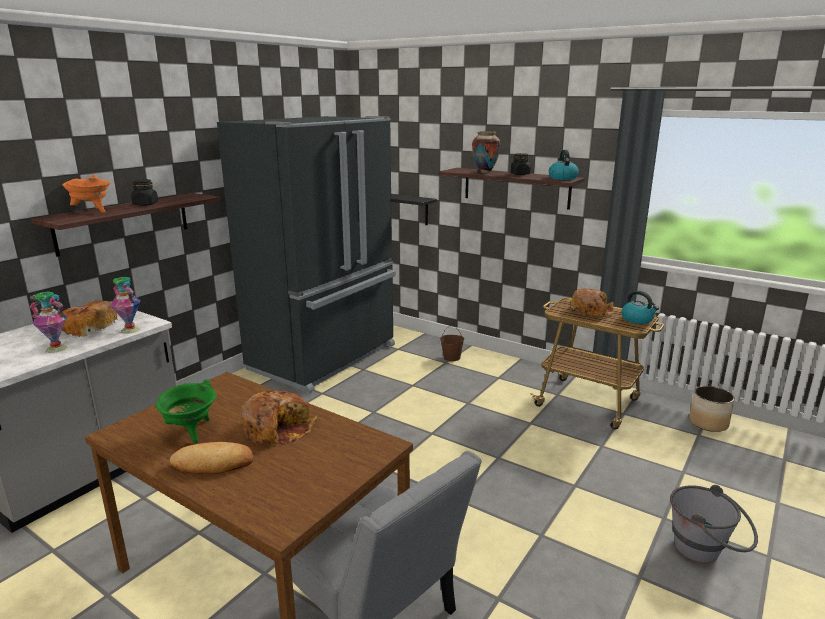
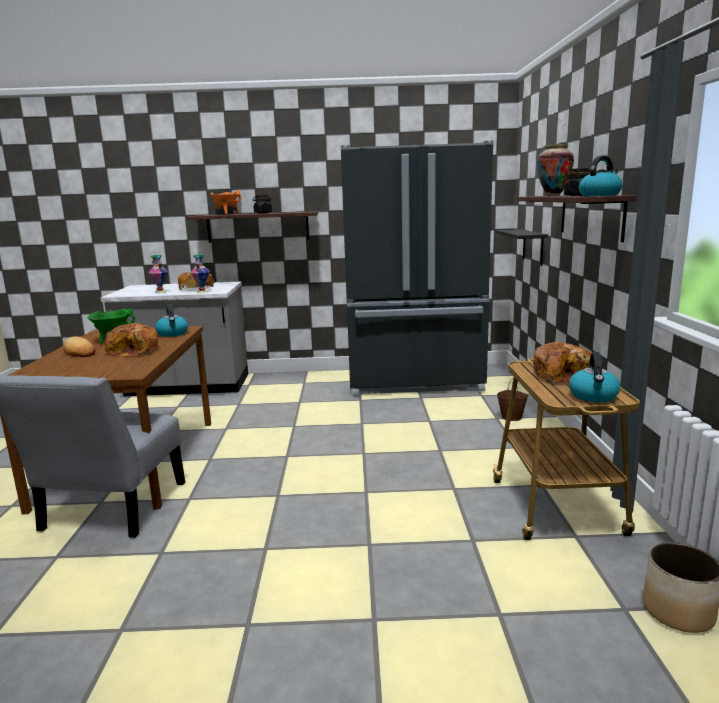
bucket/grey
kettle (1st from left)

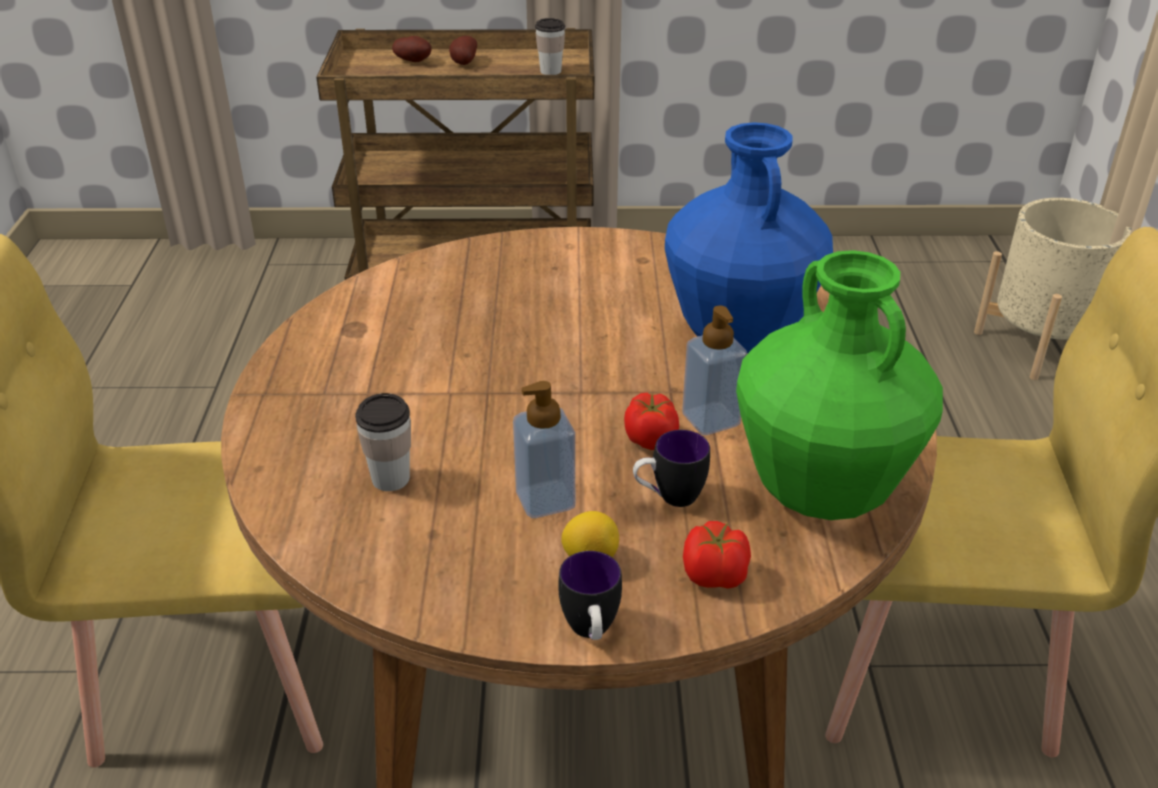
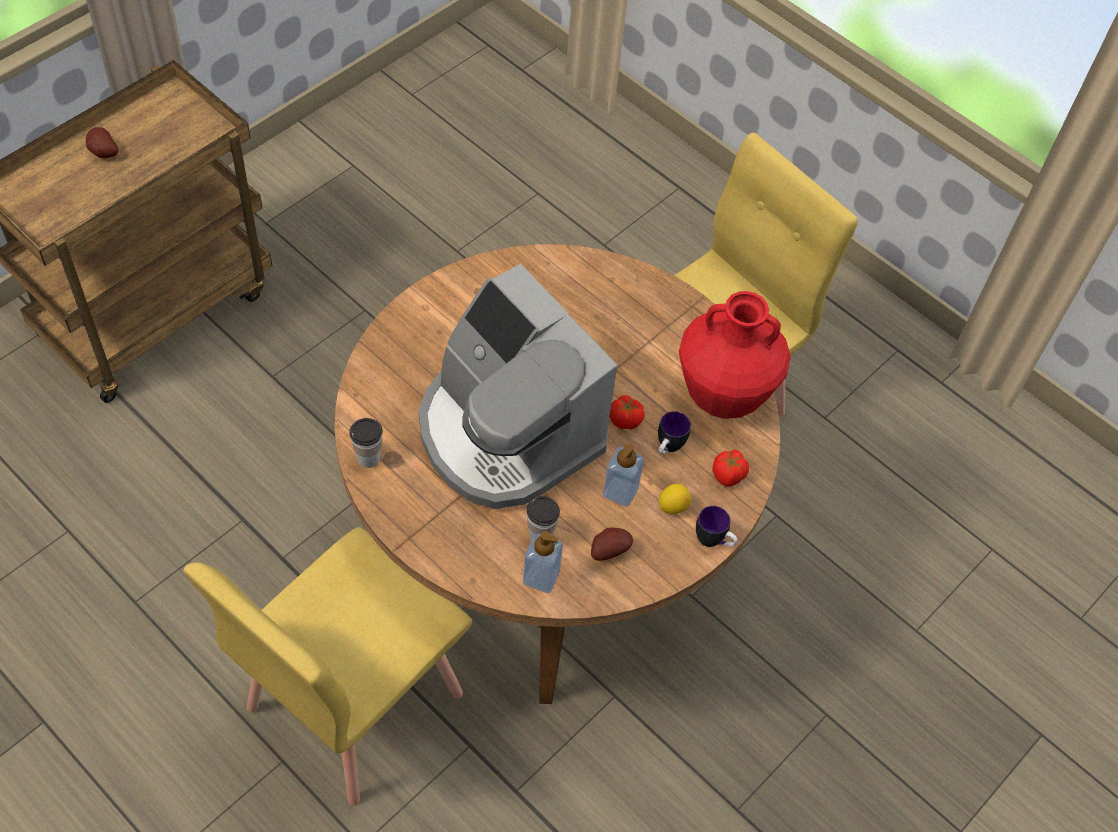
vase/blue
planter/beige
coffee machine
potato (2nd from left)
cup (1st from left)
soap dispenser (1st from left)
vase/red

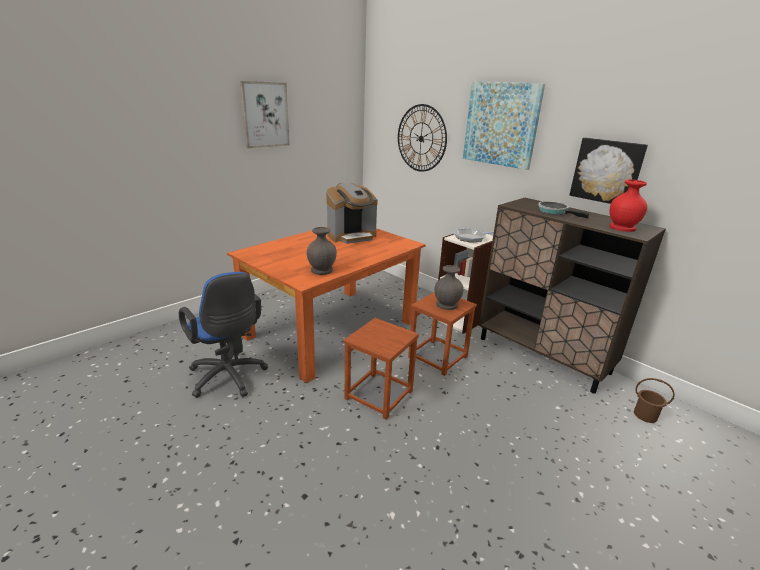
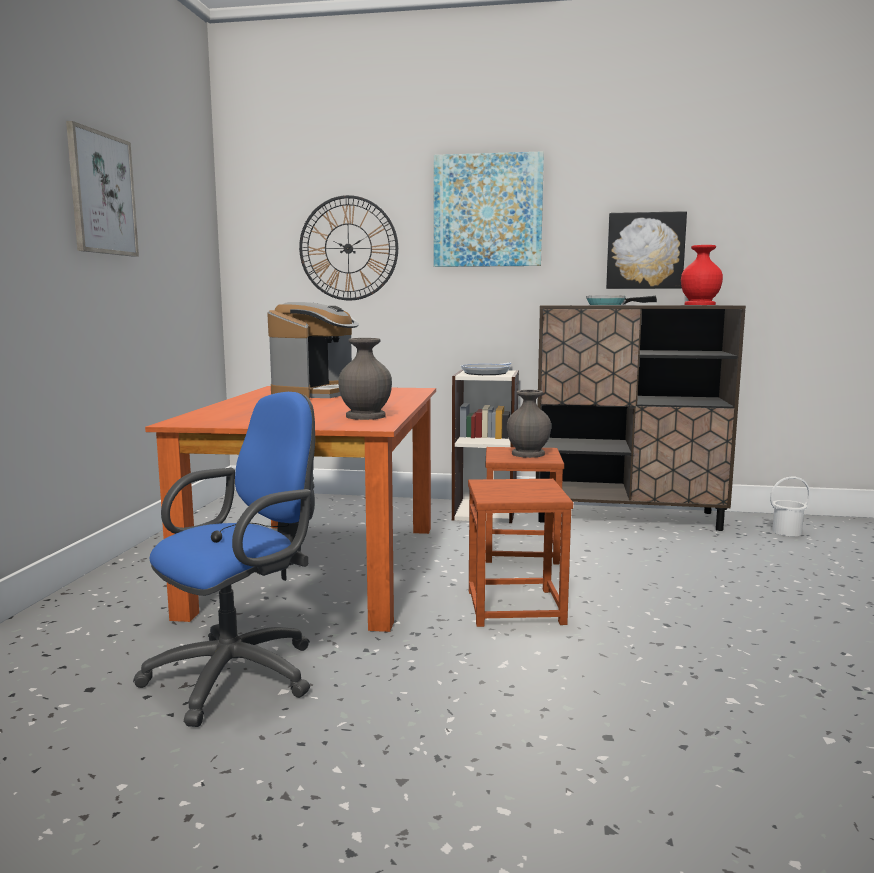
bucket/white
office chair/blue

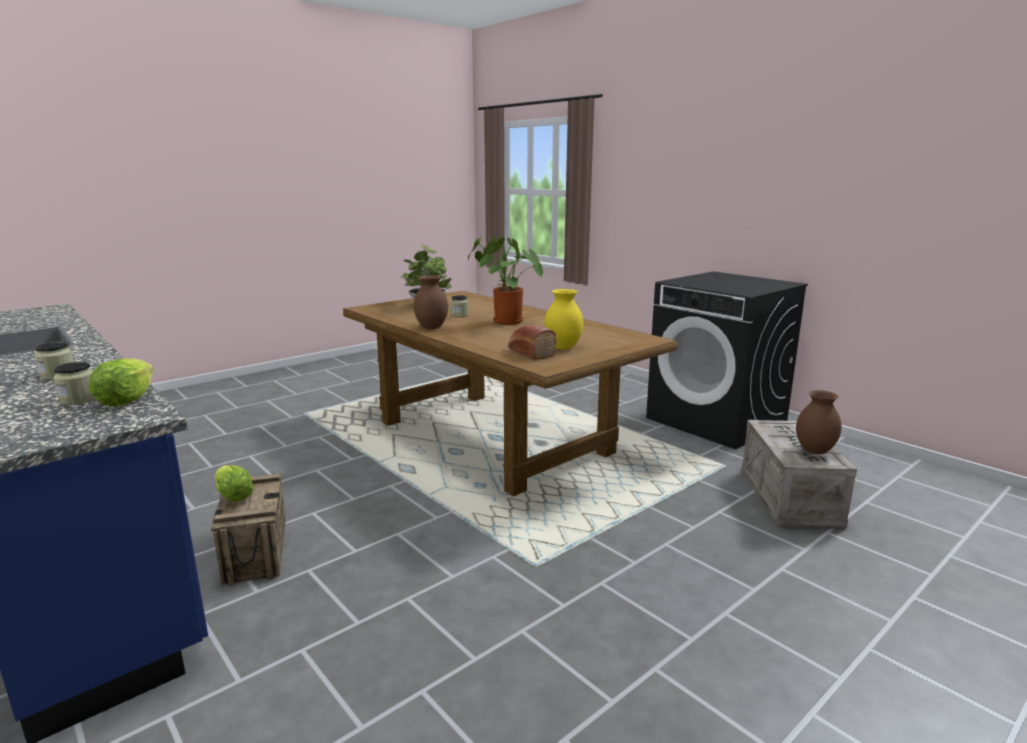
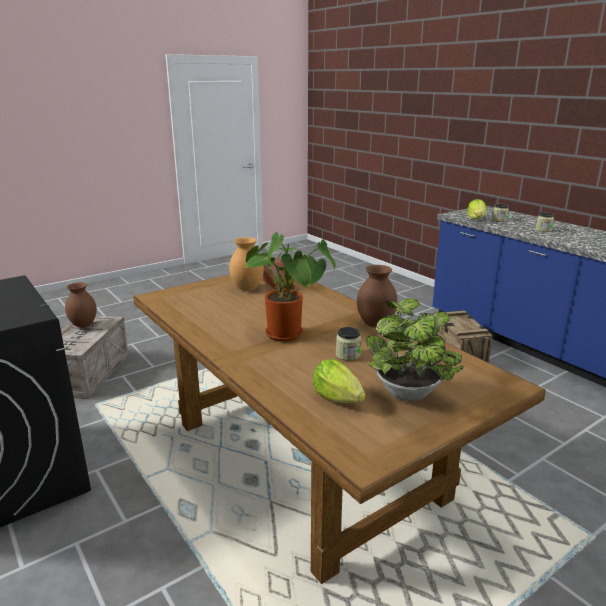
lettuce (1st from left)
vase/brown (2nd from left)

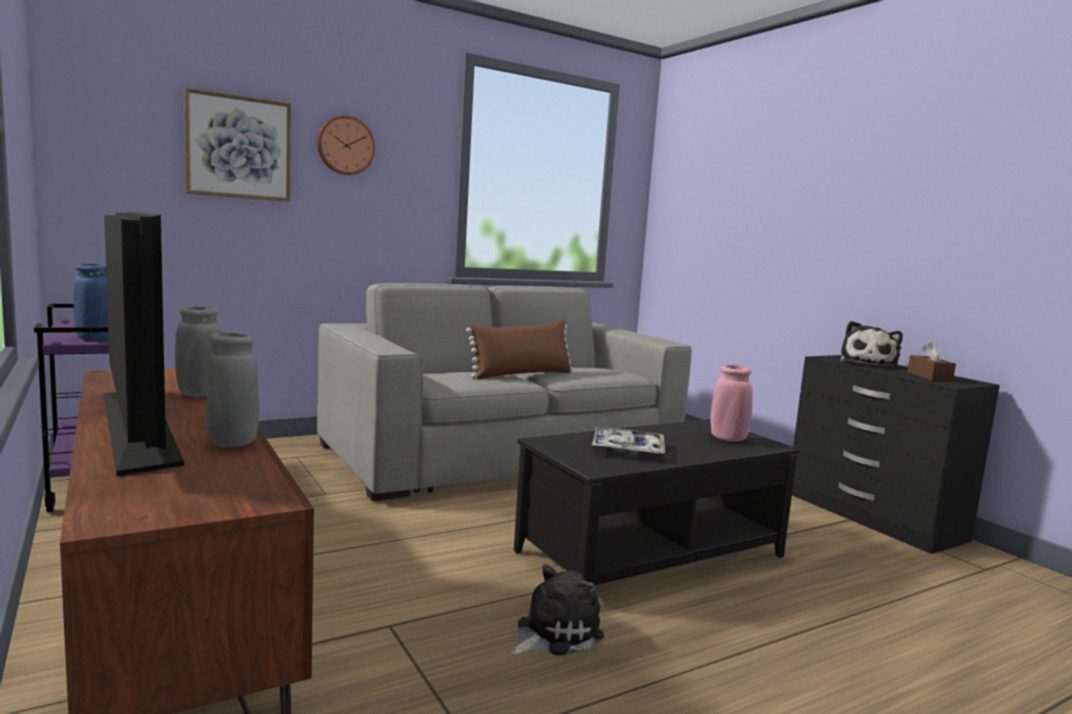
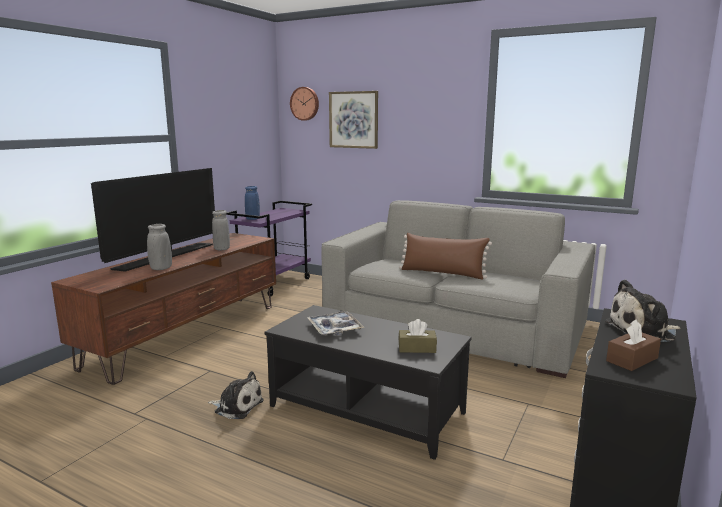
wall clock
tissue box/brown (1st from left)

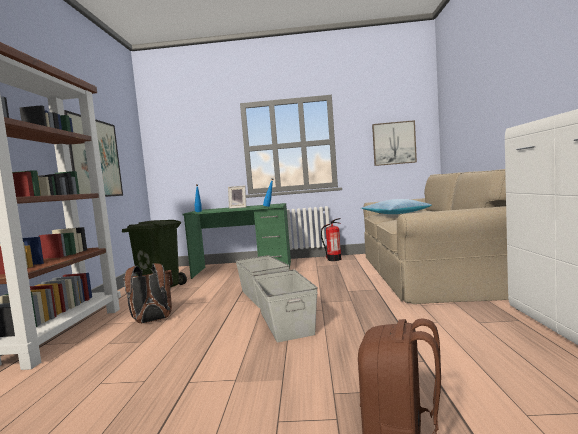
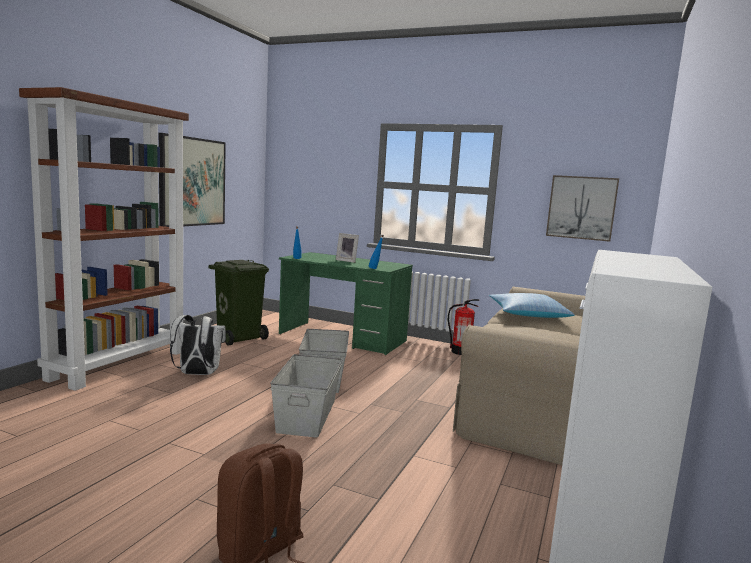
backpack/white

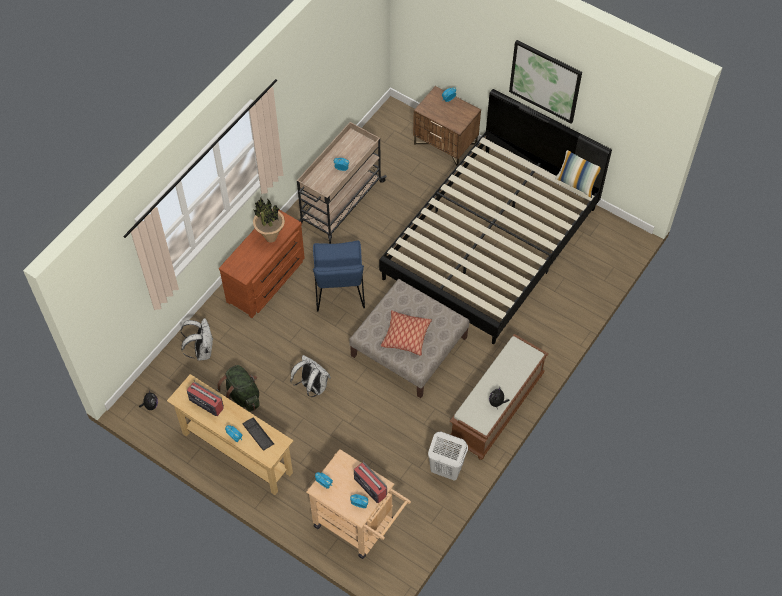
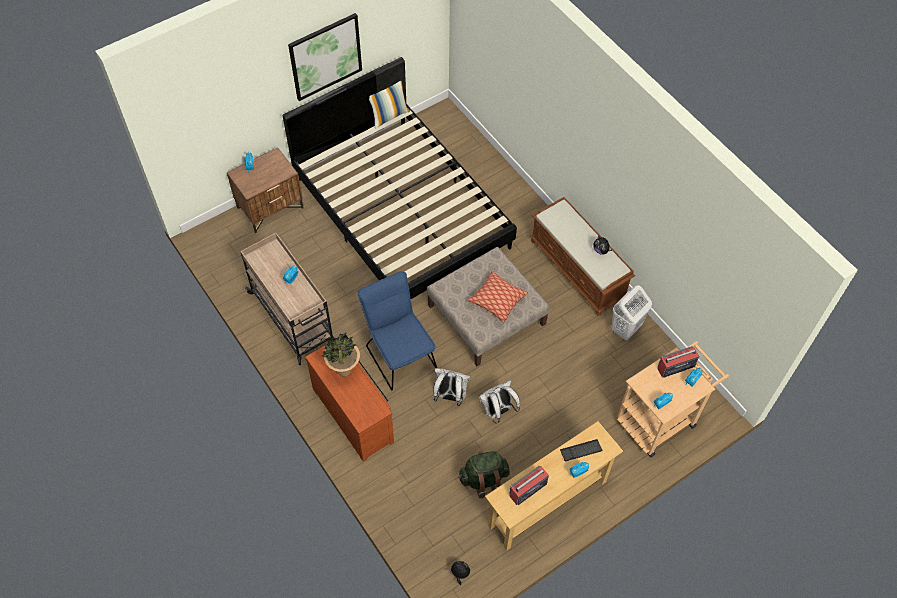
backpack/white (1st from left)
chair/blue

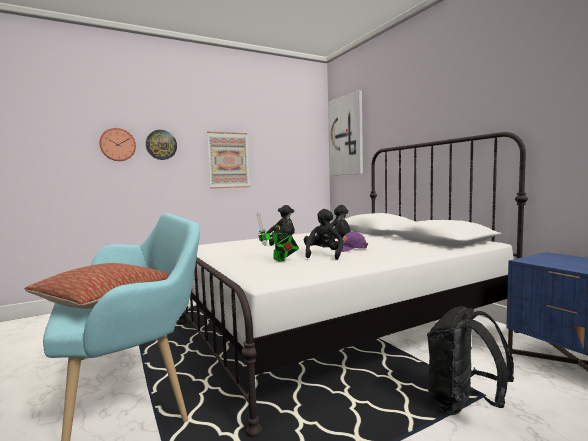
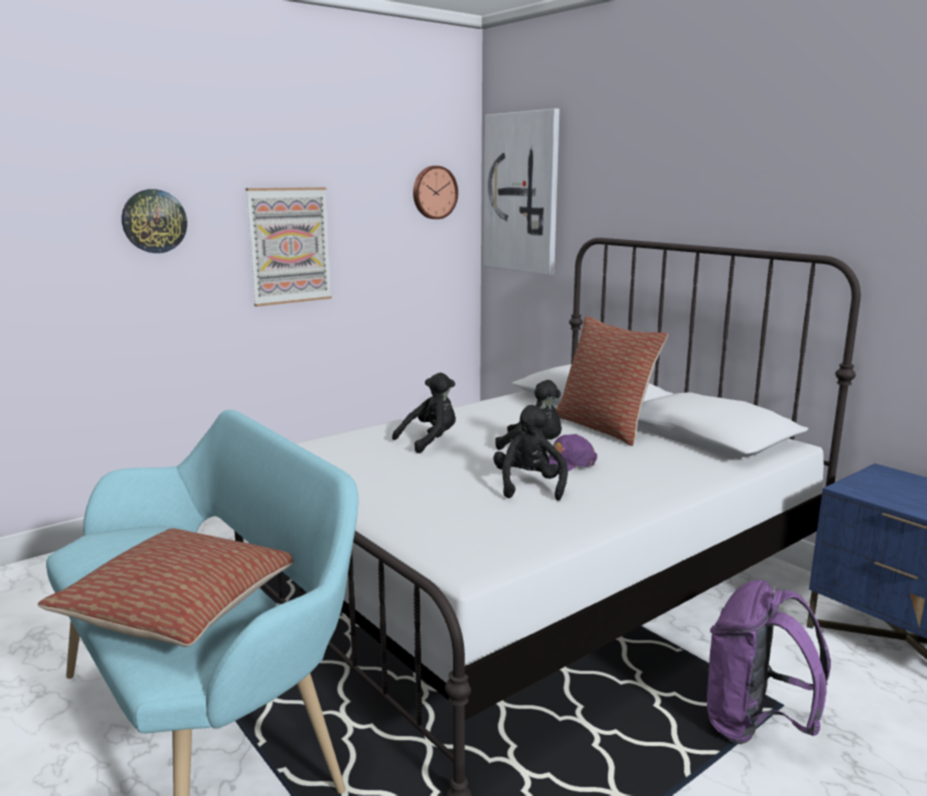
toy robot
pillow (2nd from left)
wall clock (2nd from left)
backpack/purple

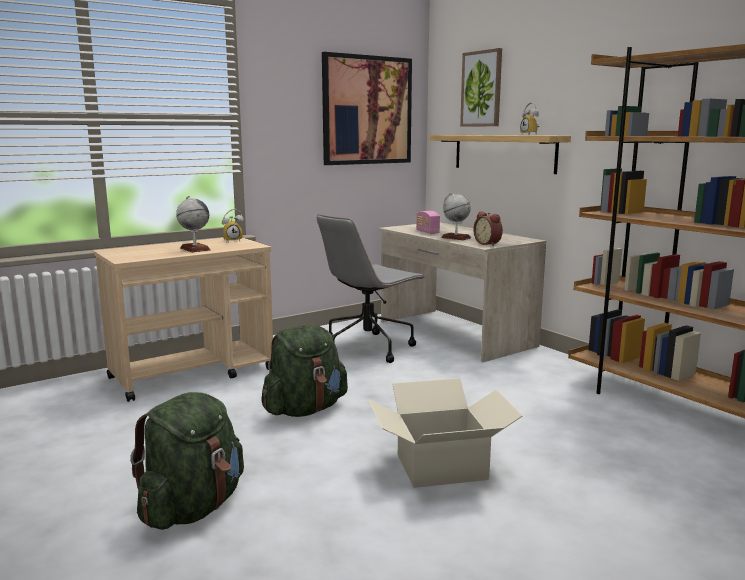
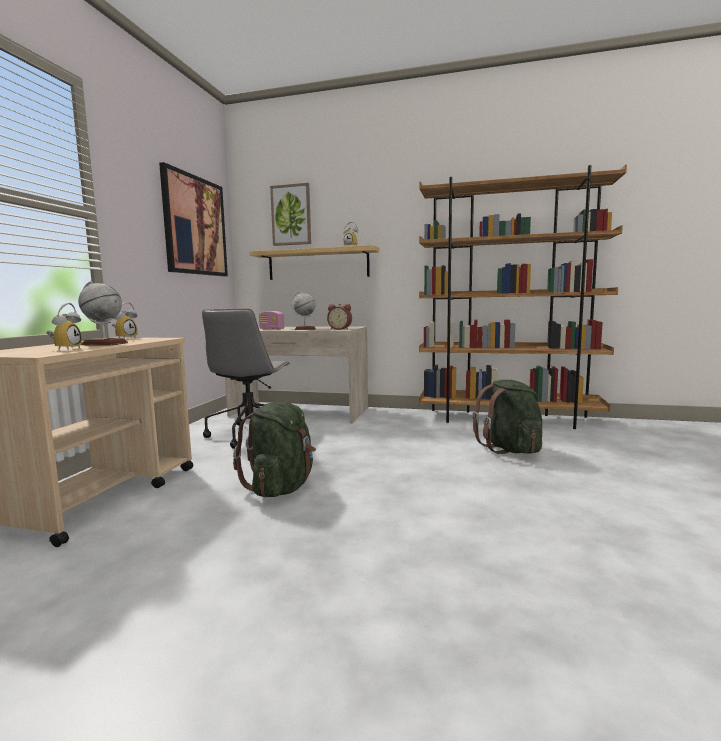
cardboard box
alarm clock (1st from left)
backpack/green (2nd from left)

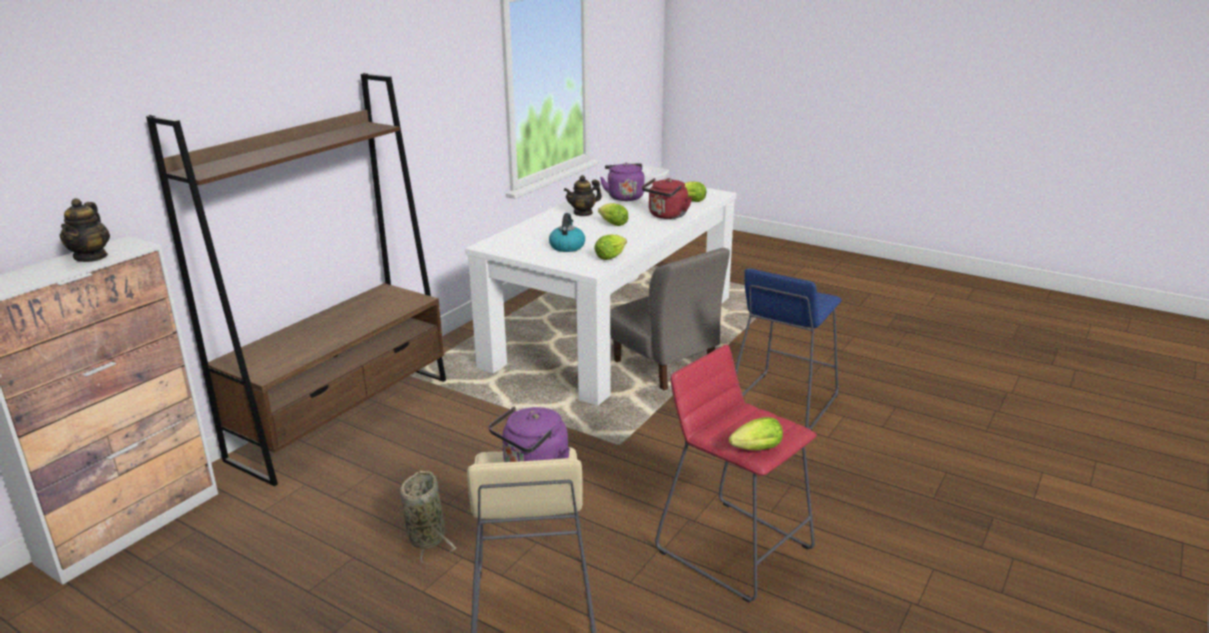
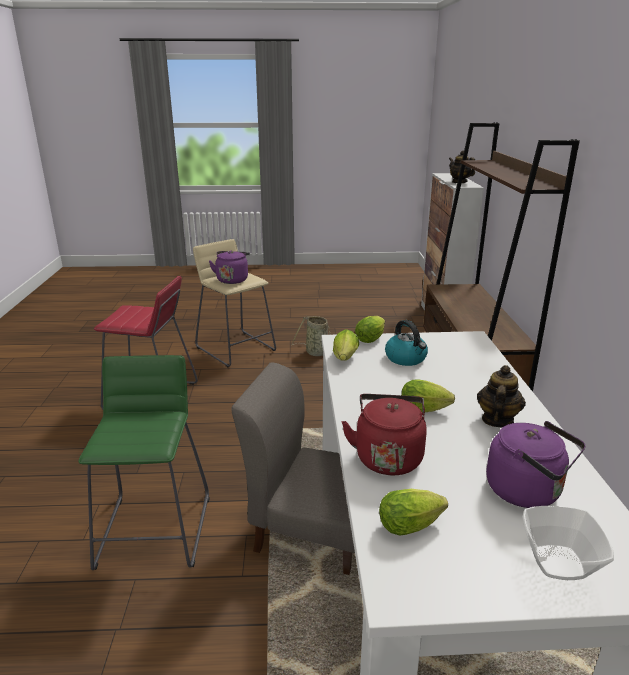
lettuce (2nd from left)
stool/green

